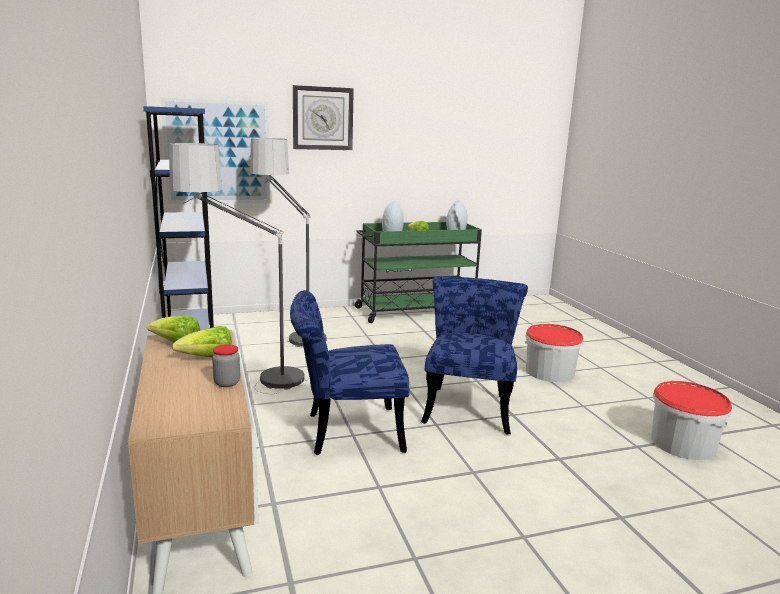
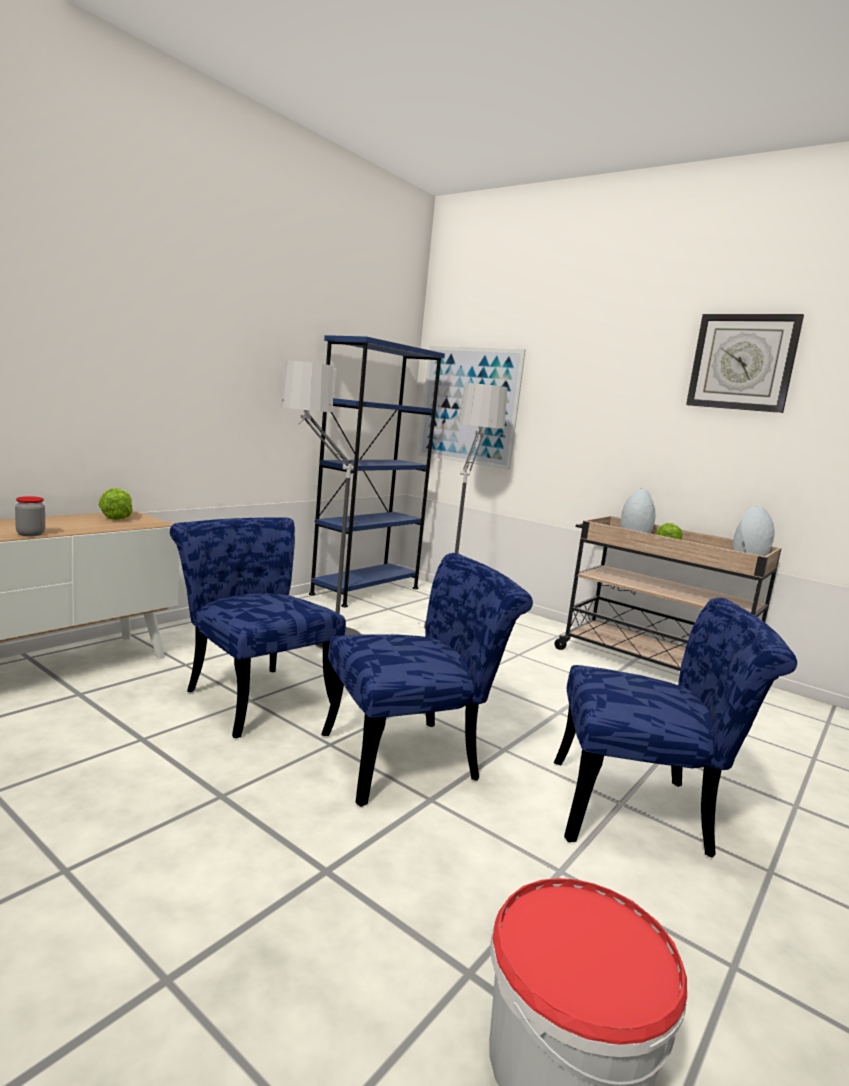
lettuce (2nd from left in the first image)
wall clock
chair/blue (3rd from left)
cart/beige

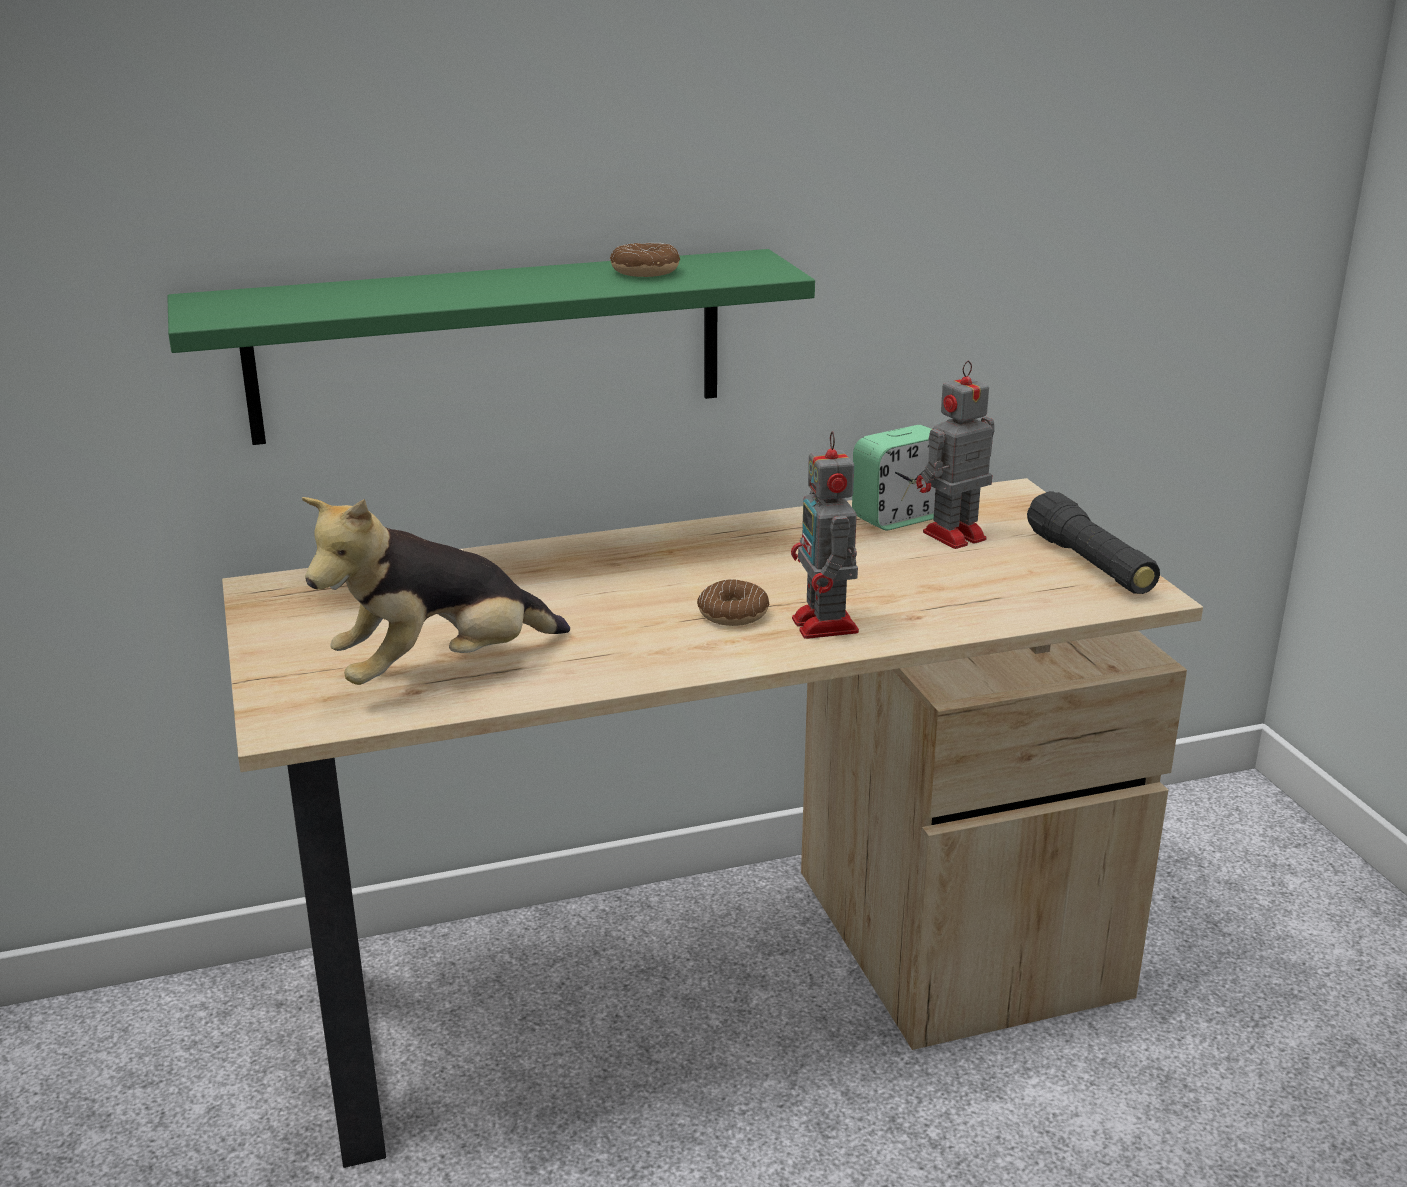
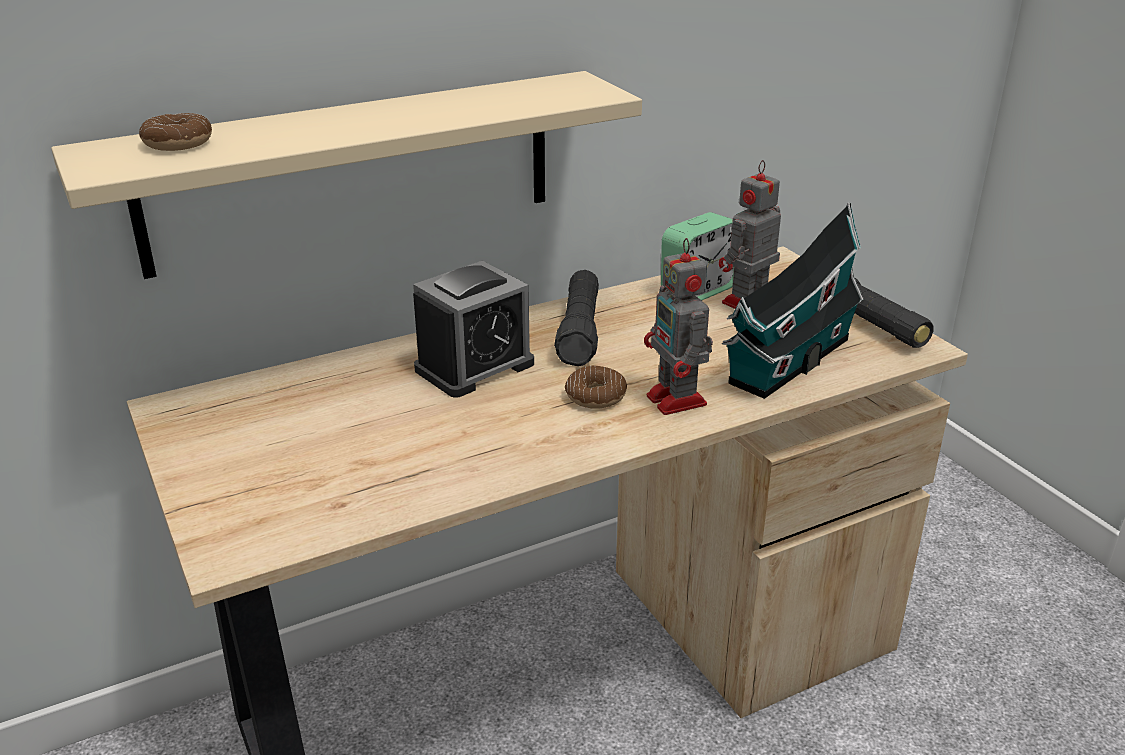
plush toy
alarm clock (1st from left)
flashlight/black (1st from left)
toy house
donut (1st from left)
shelf/beige

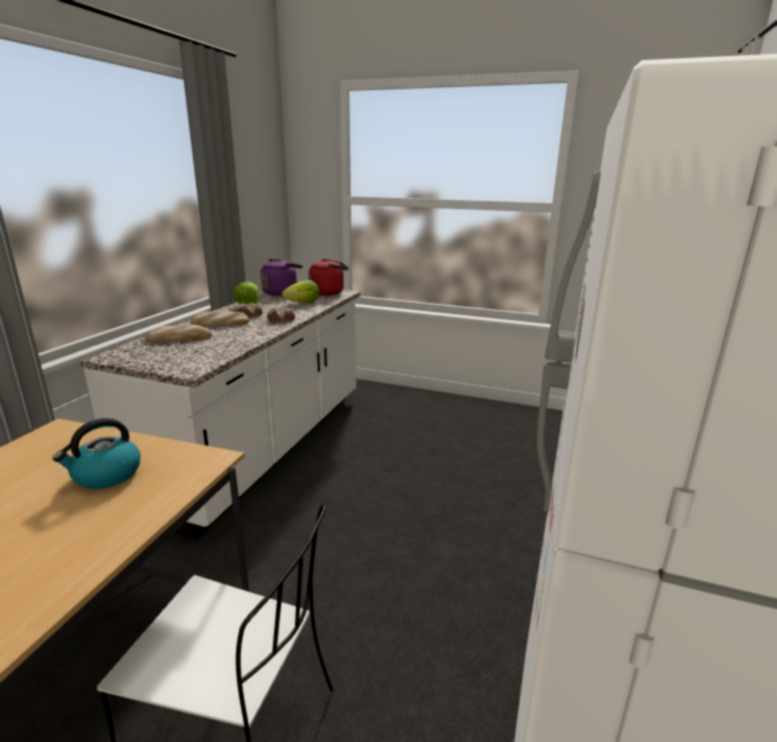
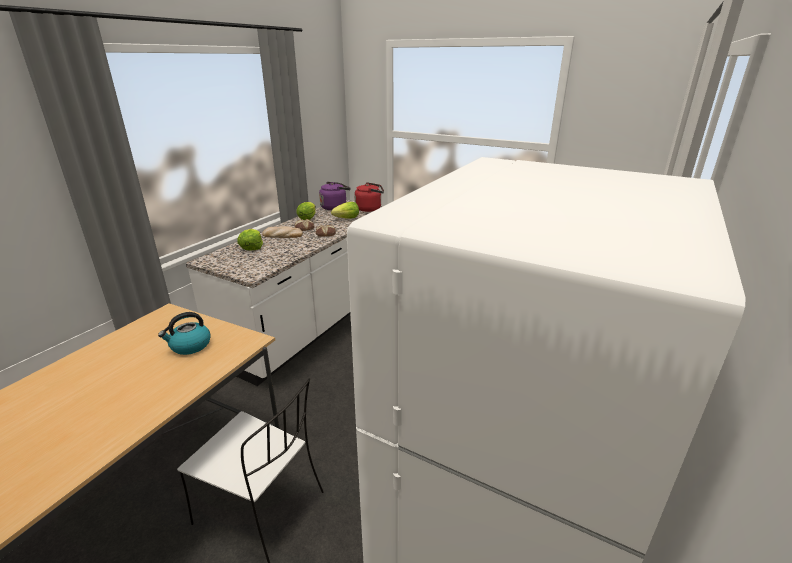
lettuce (1st from left)

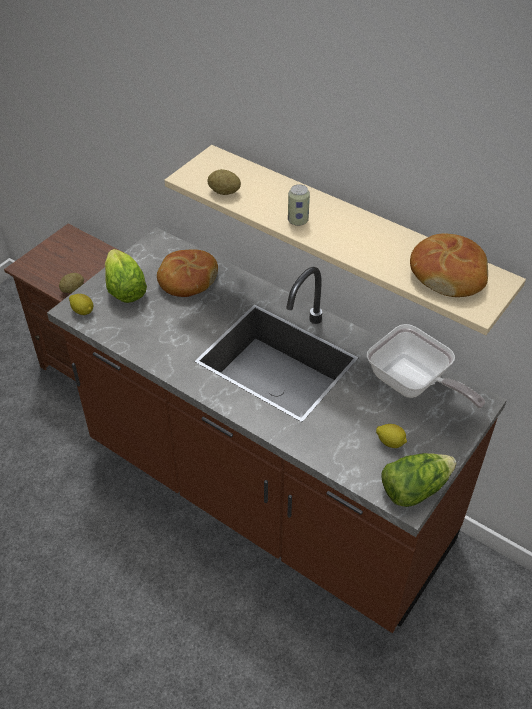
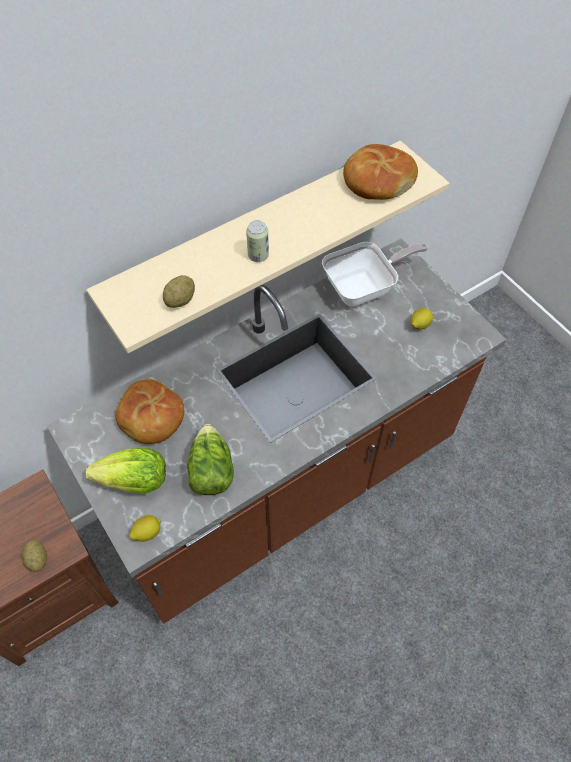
lettuce (2nd from left)

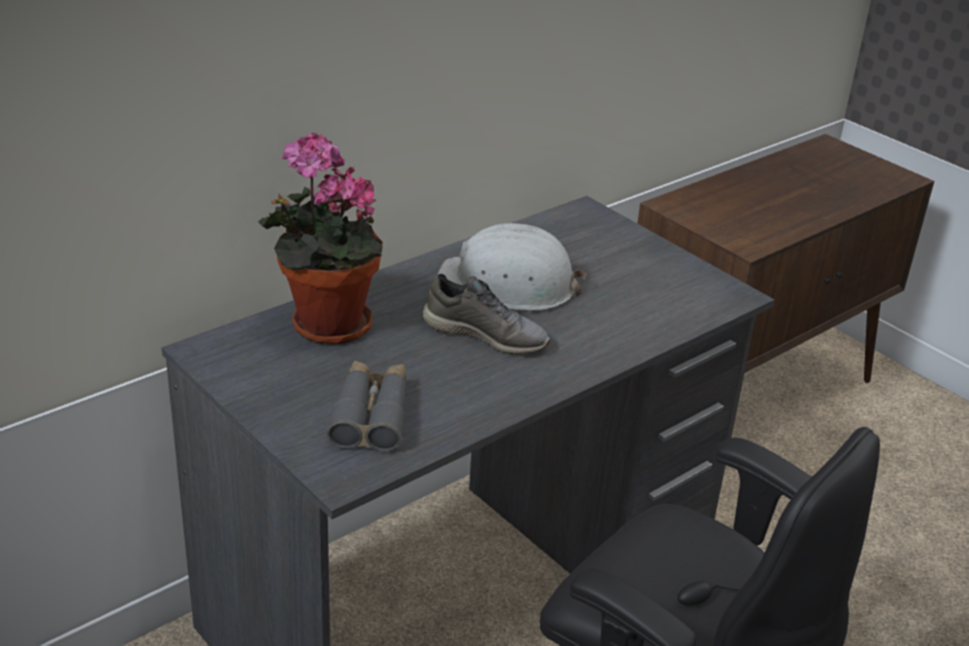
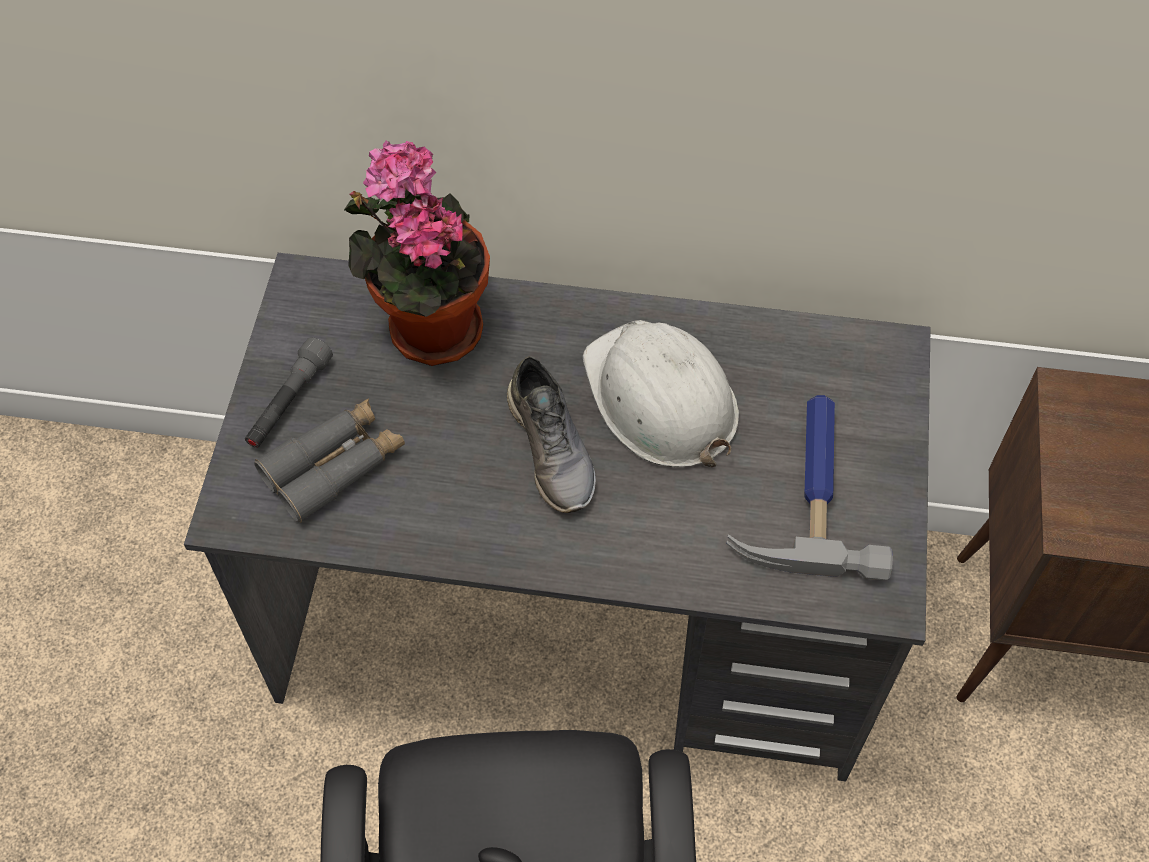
flashlight/grey
hammer

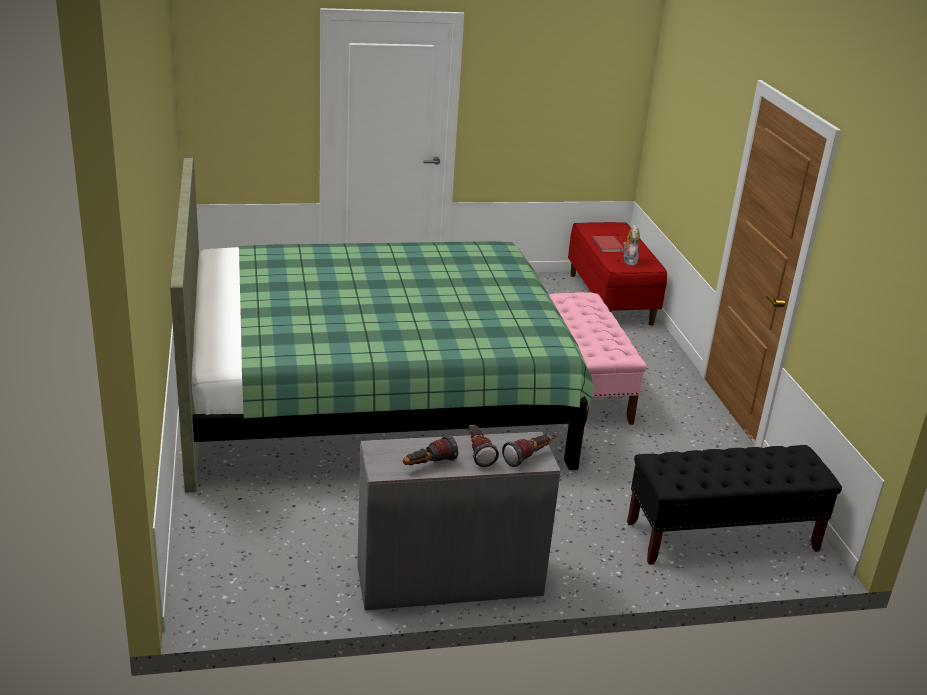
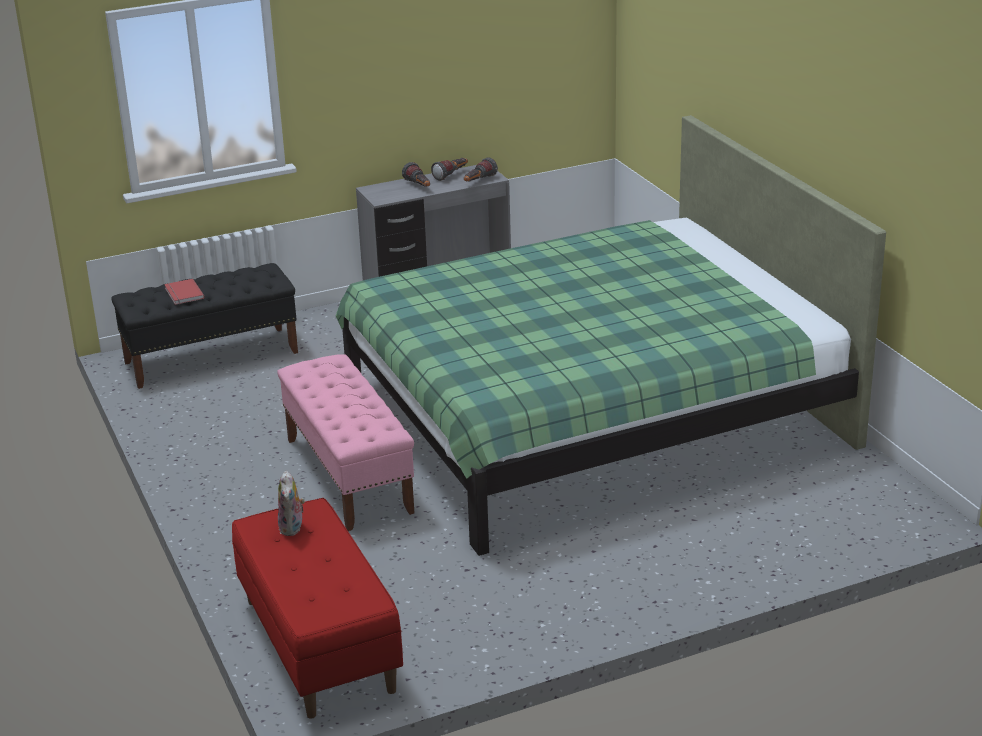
flashlight (3rd from left)
book/red

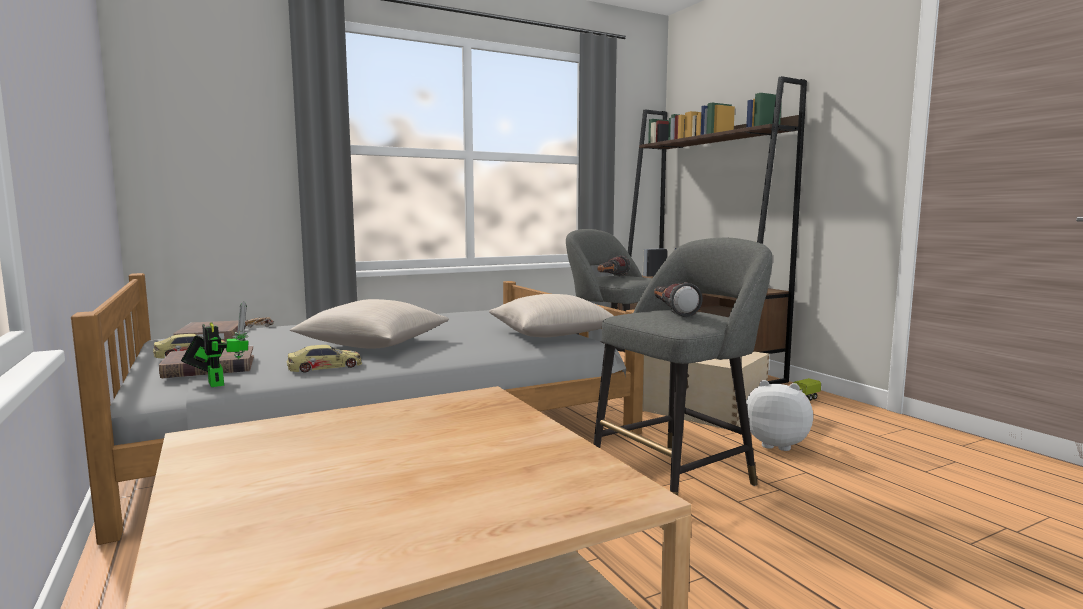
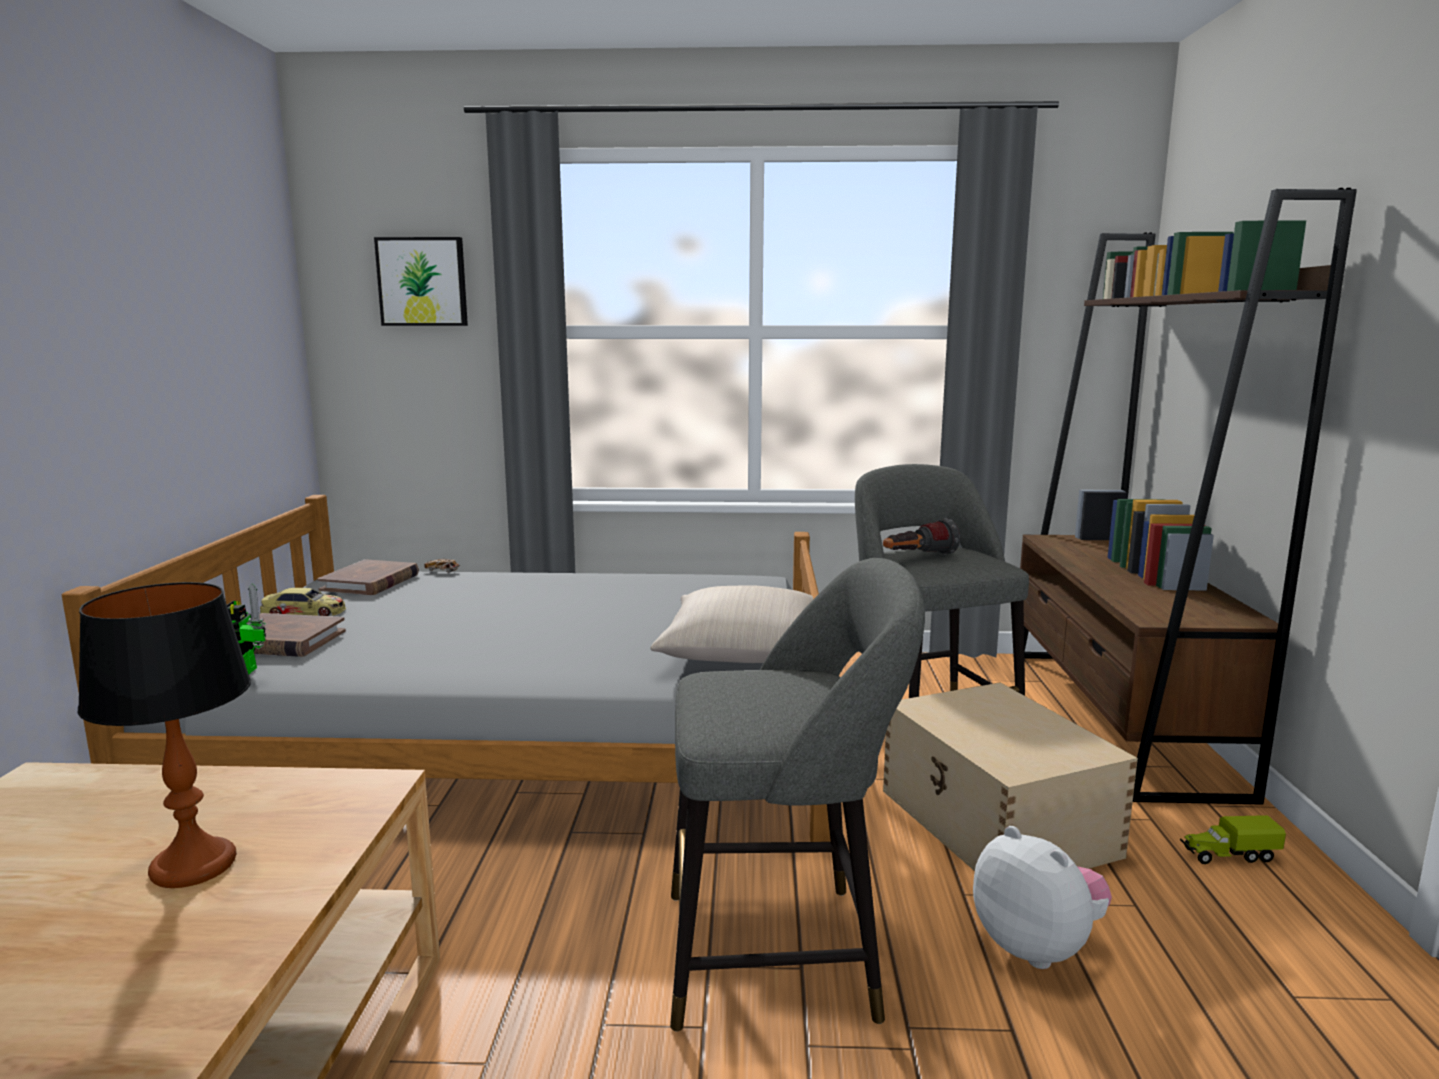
toy car (3rd from left in the first image)
pillow/beige (1st from left in the first image)
flashlight (2nd from left in the first image)
table lamp
picture

